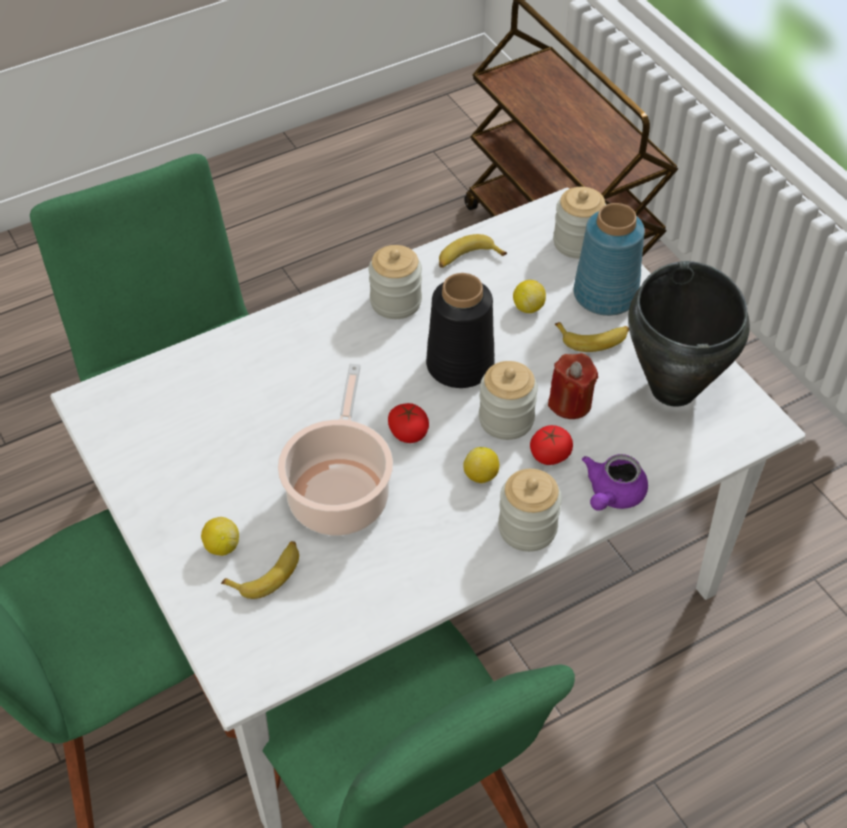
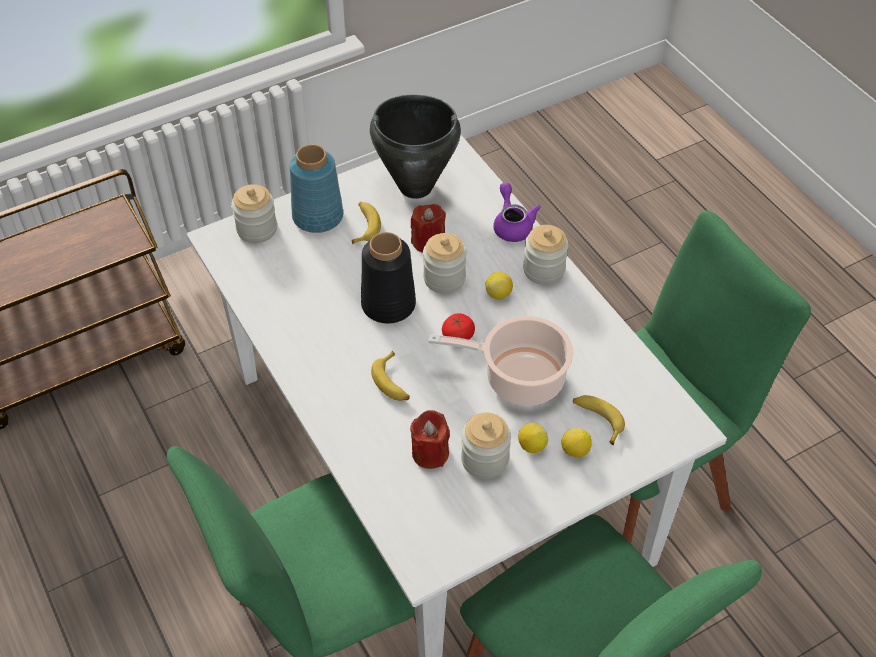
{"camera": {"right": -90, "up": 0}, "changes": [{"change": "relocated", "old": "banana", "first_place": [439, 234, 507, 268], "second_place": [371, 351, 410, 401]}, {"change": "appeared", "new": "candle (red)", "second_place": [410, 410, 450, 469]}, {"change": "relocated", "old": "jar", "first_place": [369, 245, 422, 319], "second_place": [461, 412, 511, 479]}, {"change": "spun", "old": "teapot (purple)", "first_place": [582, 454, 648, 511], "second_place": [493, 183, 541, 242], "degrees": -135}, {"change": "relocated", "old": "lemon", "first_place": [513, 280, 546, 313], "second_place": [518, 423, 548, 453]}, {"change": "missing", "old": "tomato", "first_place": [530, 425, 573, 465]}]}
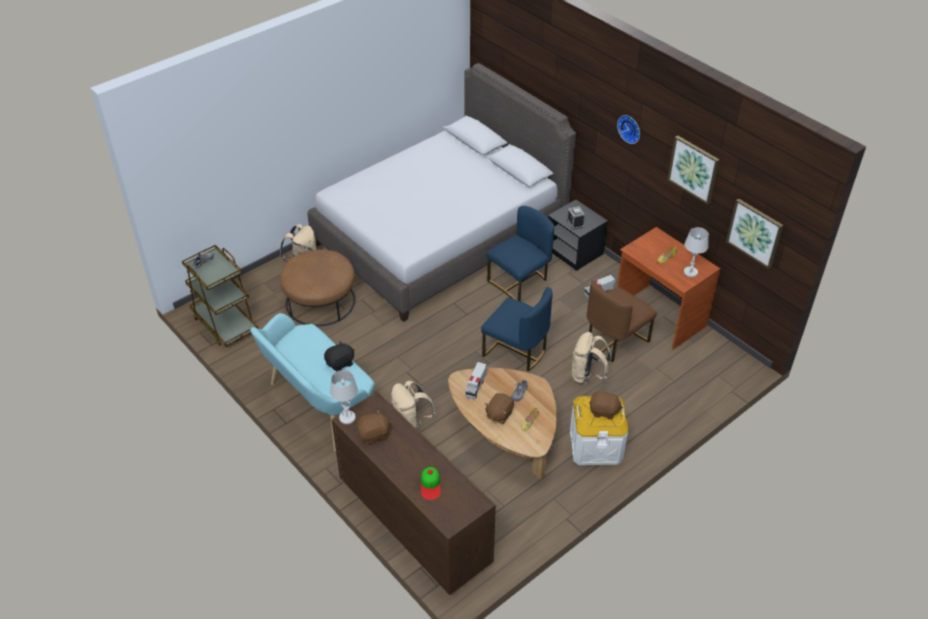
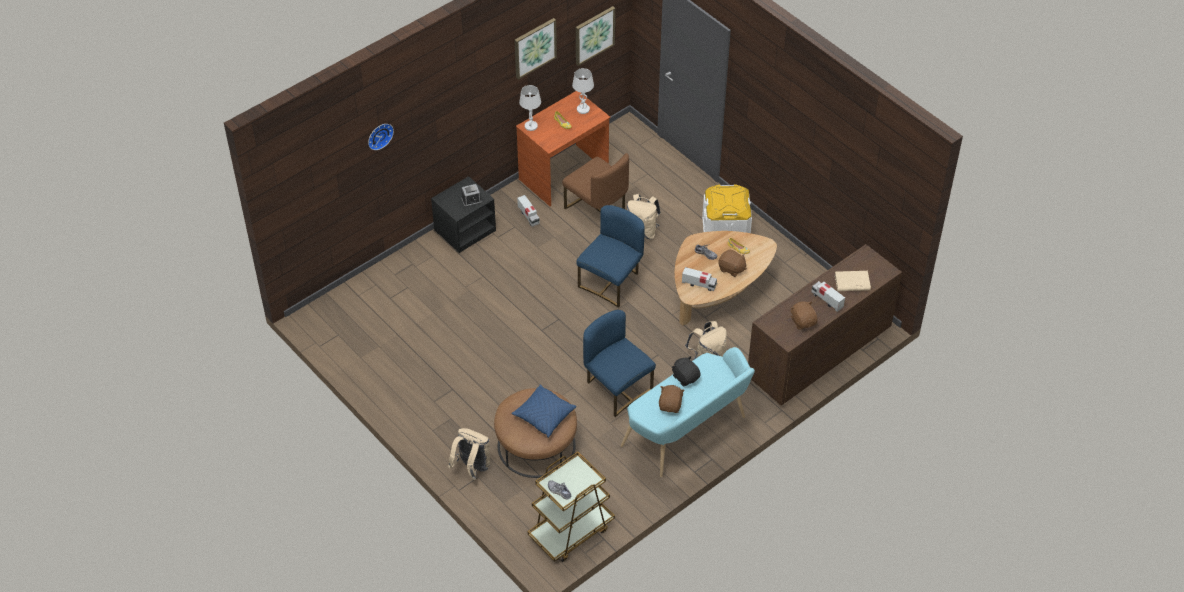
{"camera": {"right": -90, "up": 5}, "changes": [{"change": "relocated", "old": "wall clock", "first_place": [617, 115, 640, 144], "second_place": [368, 124, 394, 150]}, {"change": "appeared", "new": "pillow (blue)", "second_place": [511, 384, 576, 438]}, {"change": "relocated", "old": "table lamp (white)", "first_place": [330, 370, 358, 424], "second_place": [519, 85, 541, 131]}, {"change": "relocated", "old": "chair (blue)", "first_place": [487, 206, 554, 301], "second_place": [583, 310, 656, 417]}, {"change": "relocated", "old": "plush toy (brown)", "first_place": [589, 391, 623, 420], "second_place": [659, 385, 685, 413]}, {"change": "appeared", "new": "toy truck", "second_place": [812, 281, 845, 312]}, {"change": "exchanged", "old": "cap", "new": "book (beige)", "first_place": [421, 467, 441, 500], "second_place": [835, 271, 871, 291]}, {"change": "missing", "old": "bed (grey)", "first_place": [308, 63, 576, 322]}]}
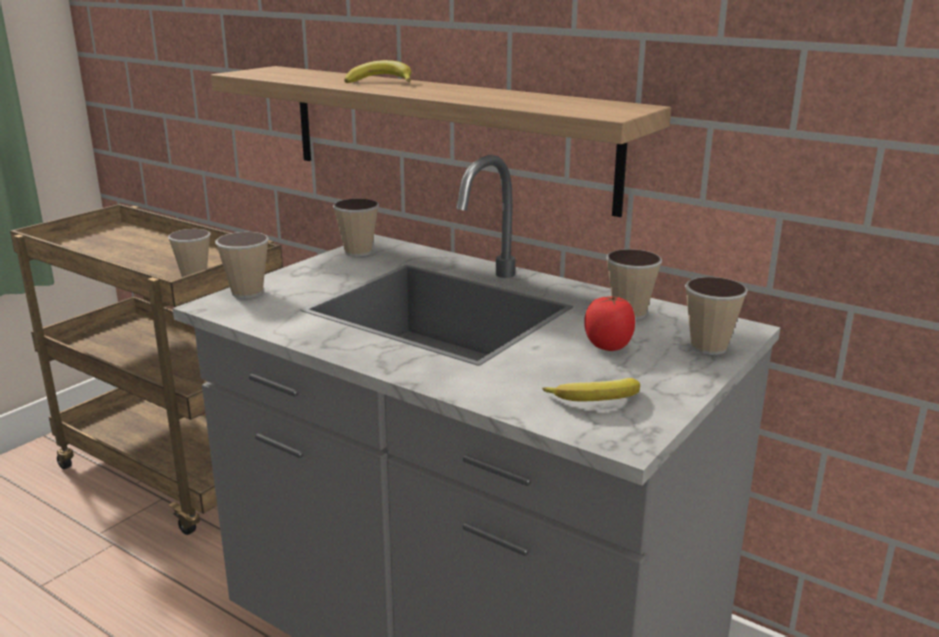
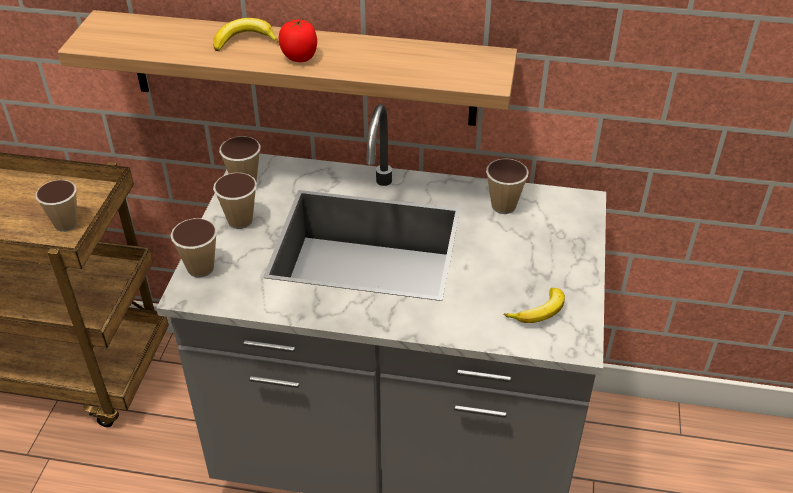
{"camera": {"right": -25, "up": 20}, "changes": [{"change": "relocated", "old": "cup", "first_place": [685, 277, 748, 355], "second_place": [213, 173, 257, 229]}, {"change": "relocated", "old": "tomato", "first_place": [584, 296, 635, 351], "second_place": [279, 19, 317, 62]}]}
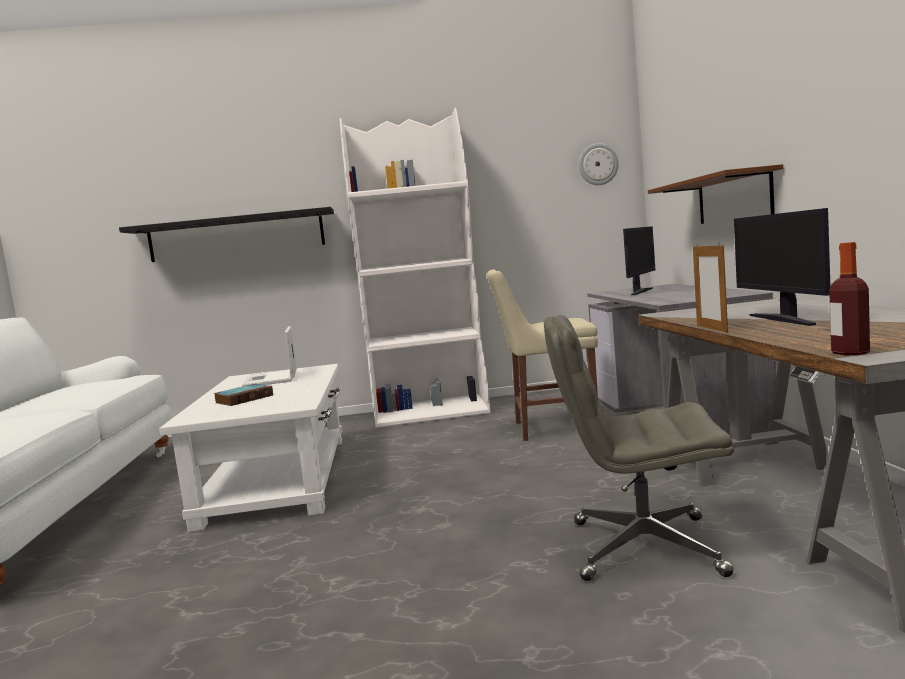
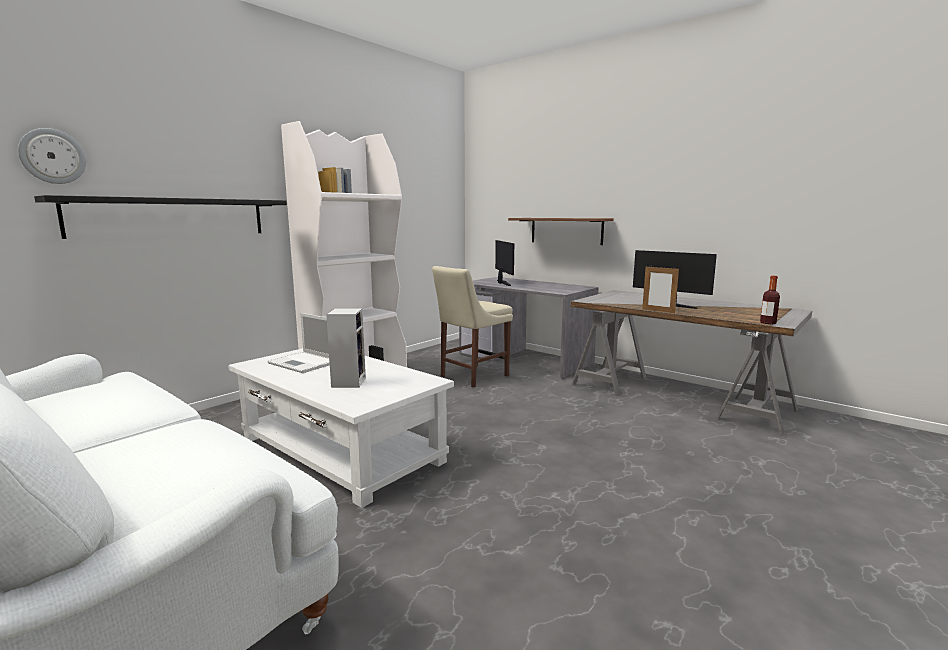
{"camera": {"right": -45, "up": 5}, "changes": [{"change": "relocated", "old": "wall clock", "first_place": [579, 143, 619, 185], "second_place": [18, 128, 86, 184]}, {"change": "exchanged", "old": "book", "new": "speaker", "first_place": [213, 384, 273, 406], "second_place": [326, 308, 366, 388]}, {"change": "missing", "old": "office chair (grey)", "first_place": [544, 315, 734, 581]}]}
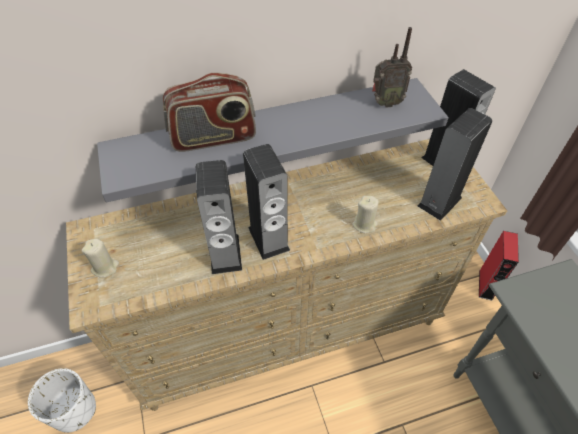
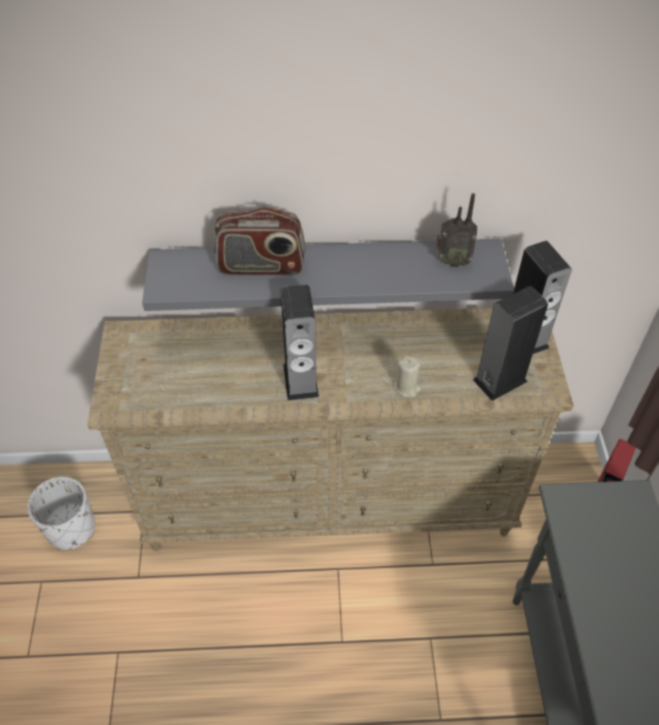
{"camera": {"right": 15, "up": 0}, "changes": [{"change": "missing", "old": "candle (beige)", "first_place": [82, 239, 119, 278]}, {"change": "missing", "old": "speaker", "first_place": [195, 160, 242, 274]}]}
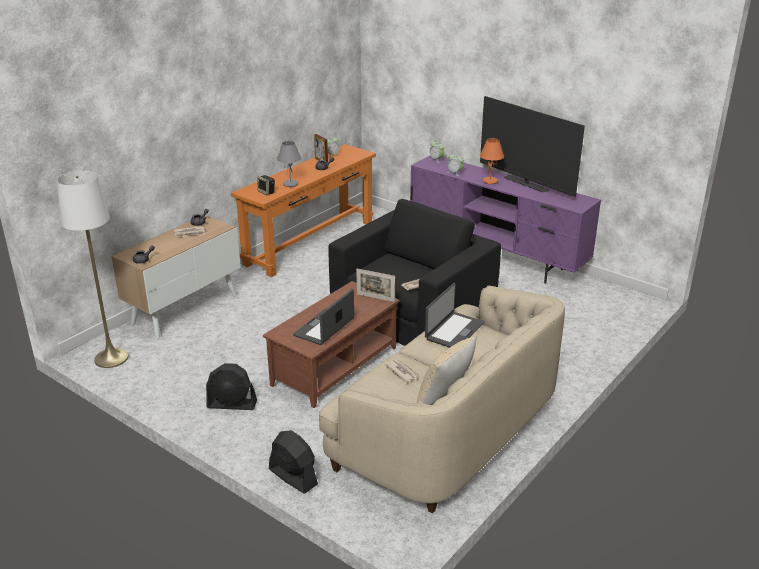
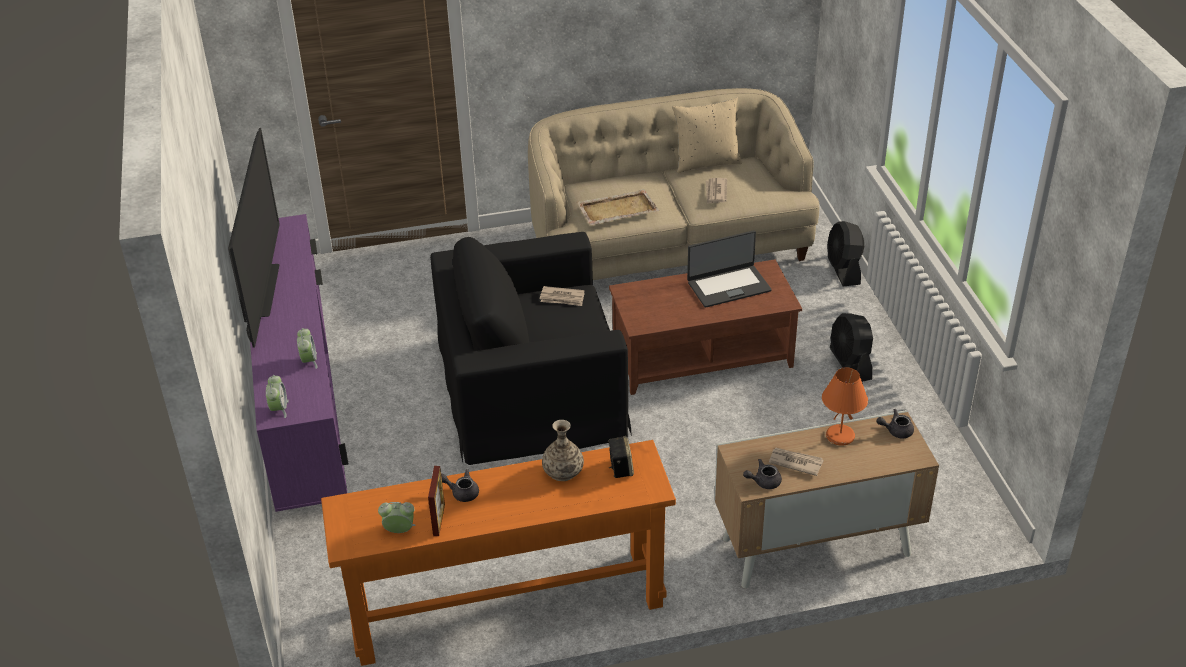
{"camera": {"right": -140, "up": 10}, "changes": [{"change": "exchanged", "old": "table lamp (grey)", "new": "vase", "first_place": [277, 141, 302, 187], "second_place": [542, 420, 584, 481]}, {"change": "exchanged", "old": "laptop", "new": "tray (beige)", "first_place": [425, 283, 484, 348], "second_place": [577, 189, 659, 225]}, {"change": "relocated", "old": "table lamp (orange)", "first_place": [480, 138, 504, 184], "second_place": [822, 367, 868, 446]}, {"change": "spun", "old": "fan (black)", "first_place": [206, 363, 257, 410], "second_place": [830, 313, 873, 382], "degrees": -150}, {"change": "missing", "old": "floor lamp (white)", "first_place": [57, 170, 129, 368]}, {"change": "missing", "old": "picture frame", "first_place": [356, 269, 395, 302]}]}
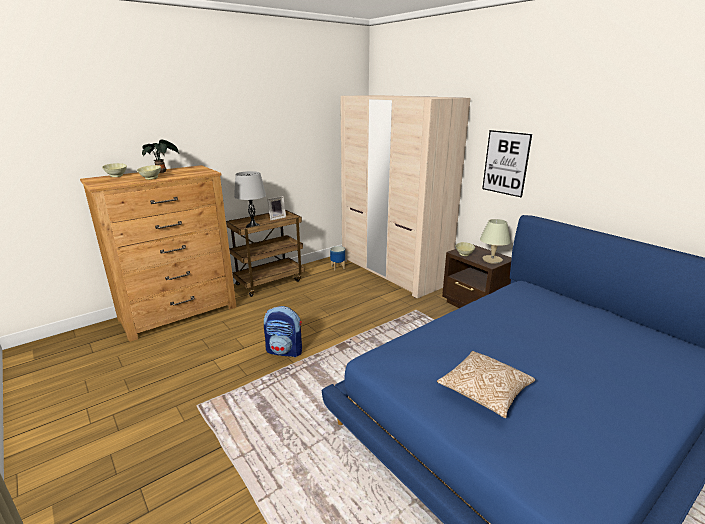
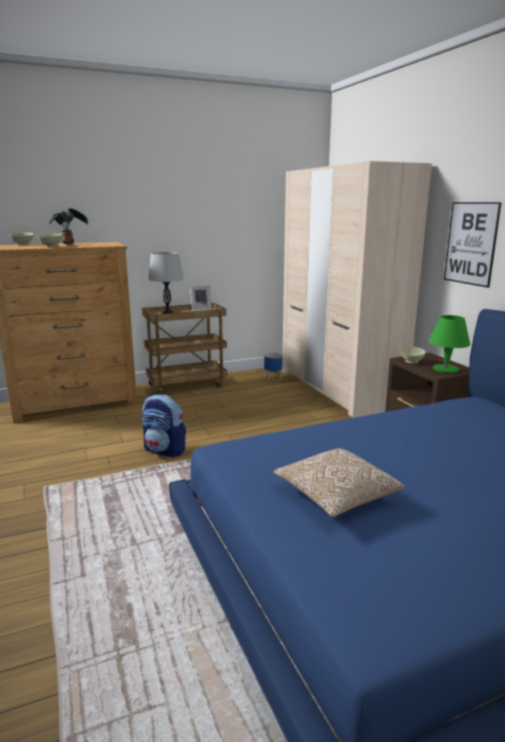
{"camera": {"right": 15, "up": -5}, "changes": [{"change": "colour", "old": "table lamp (beige)", "new": "table lamp (green)", "first_place": [480, 219, 511, 264], "second_place": [429, 315, 470, 374]}]}
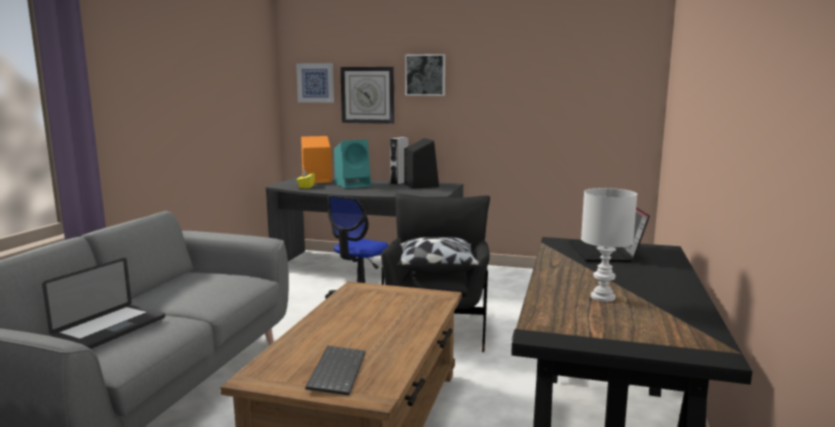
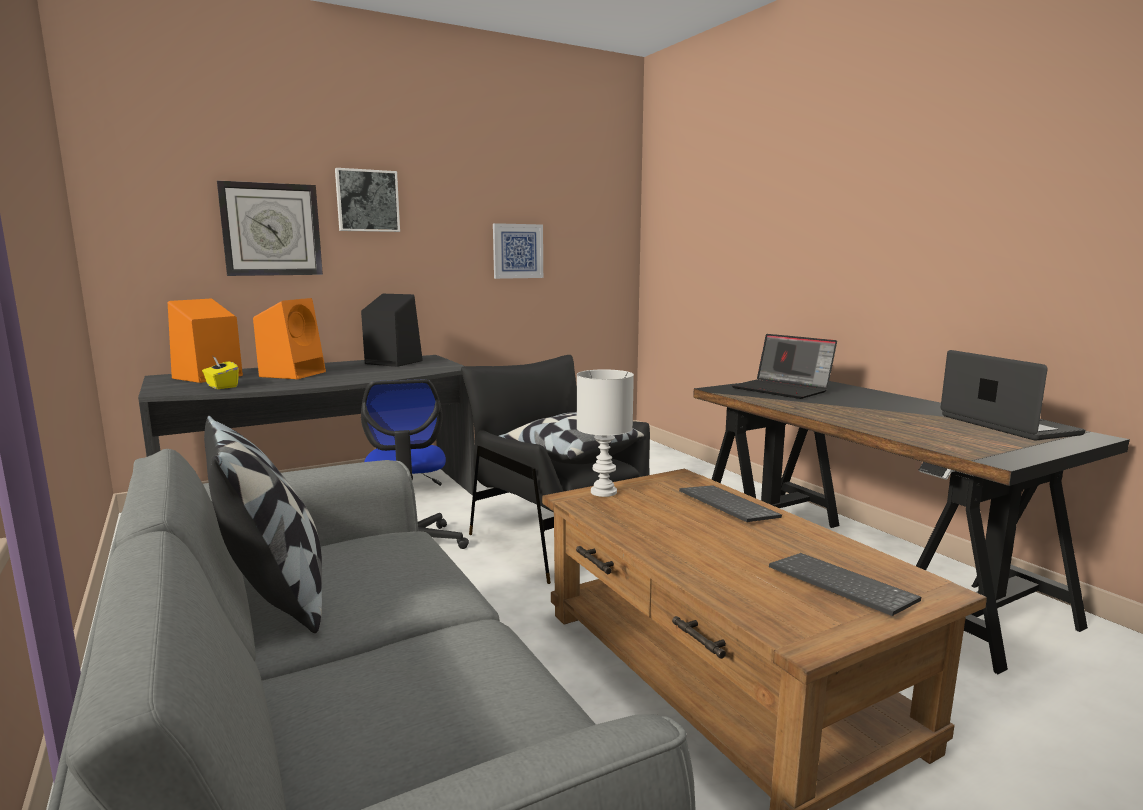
{"camera": {"right": -45, "up": 0}, "changes": [{"change": "appeared", "new": "pillow", "second_place": [204, 415, 322, 633]}, {"change": "colour", "old": "speaker (turquoise)", "new": "speaker (orange)", "first_place": [334, 139, 371, 189], "second_place": [253, 298, 326, 379]}, {"change": "relocated", "old": "picture", "first_place": [296, 63, 334, 103], "second_place": [493, 223, 543, 279]}, {"change": "relocated", "old": "table lamp (white)", "first_place": [581, 188, 637, 302], "second_place": [577, 369, 634, 497]}, {"change": "appeared", "new": "keyboard", "second_place": [679, 485, 782, 522]}, {"change": "relocated", "old": "laptop", "first_place": [42, 258, 165, 349], "second_place": [941, 350, 1085, 440]}, {"change": "missing", "old": "speaker (grey)", "first_place": [390, 137, 408, 185]}]}
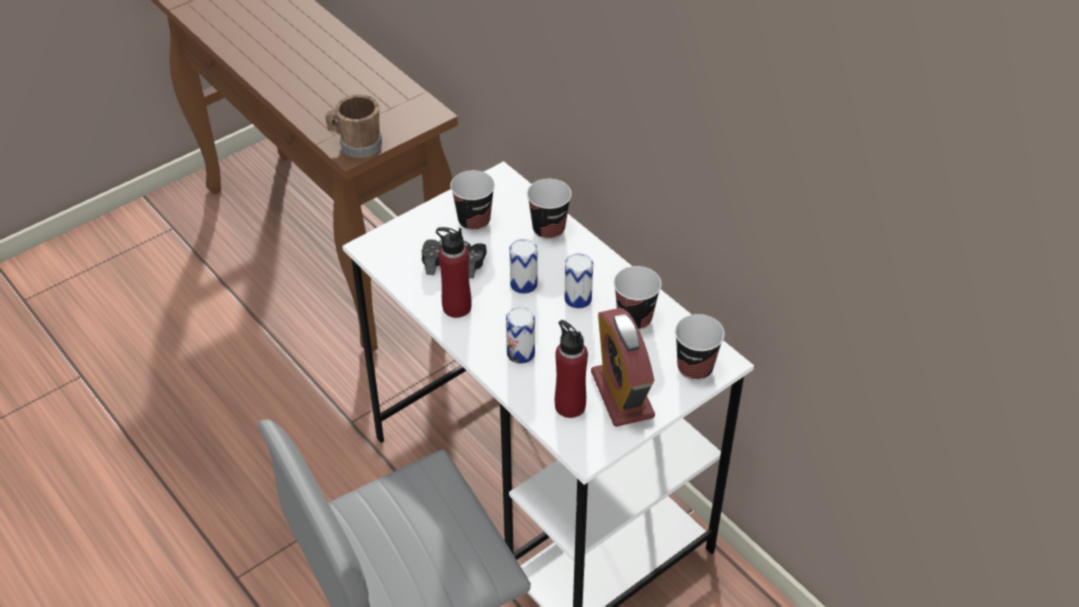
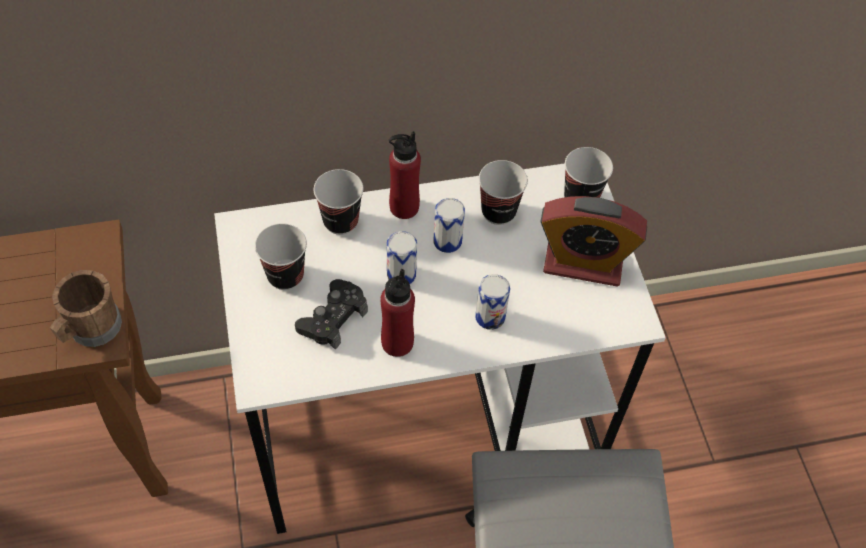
{"camera": {"right": -65, "up": 10}, "changes": [{"change": "relocated", "old": "bottle (red)", "first_place": [555, 320, 588, 418], "second_place": [389, 131, 421, 219]}]}
